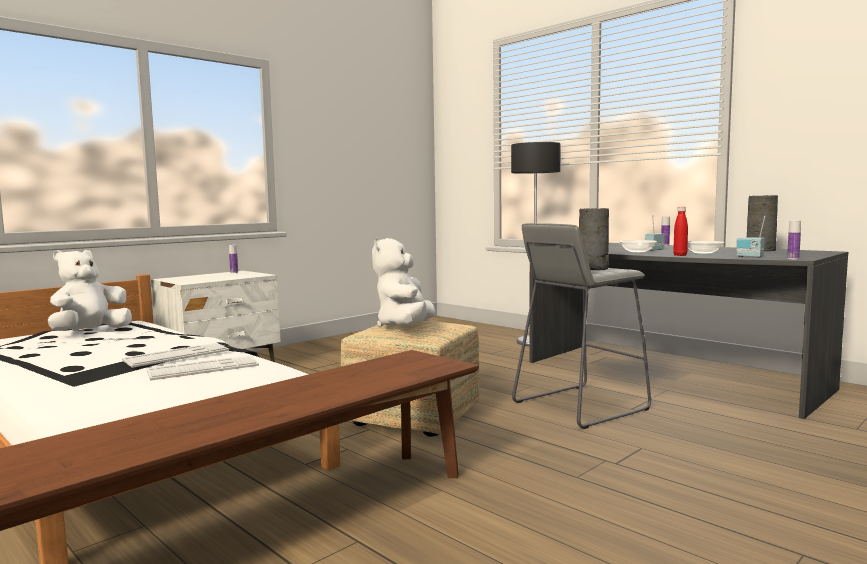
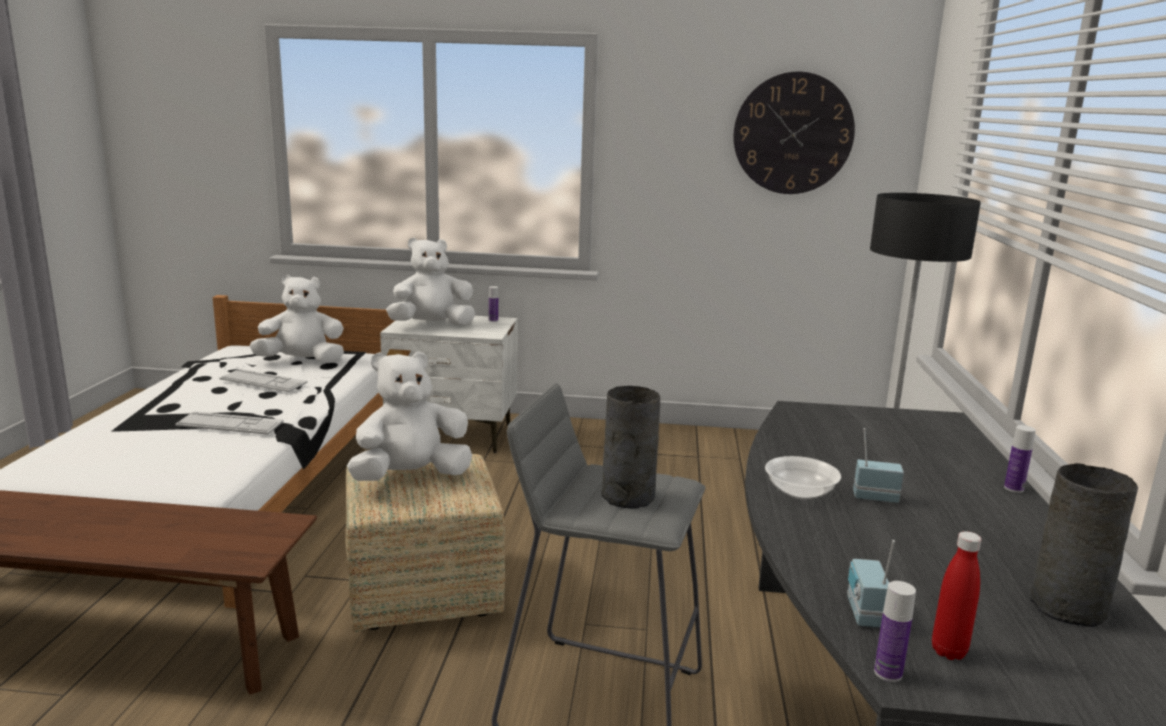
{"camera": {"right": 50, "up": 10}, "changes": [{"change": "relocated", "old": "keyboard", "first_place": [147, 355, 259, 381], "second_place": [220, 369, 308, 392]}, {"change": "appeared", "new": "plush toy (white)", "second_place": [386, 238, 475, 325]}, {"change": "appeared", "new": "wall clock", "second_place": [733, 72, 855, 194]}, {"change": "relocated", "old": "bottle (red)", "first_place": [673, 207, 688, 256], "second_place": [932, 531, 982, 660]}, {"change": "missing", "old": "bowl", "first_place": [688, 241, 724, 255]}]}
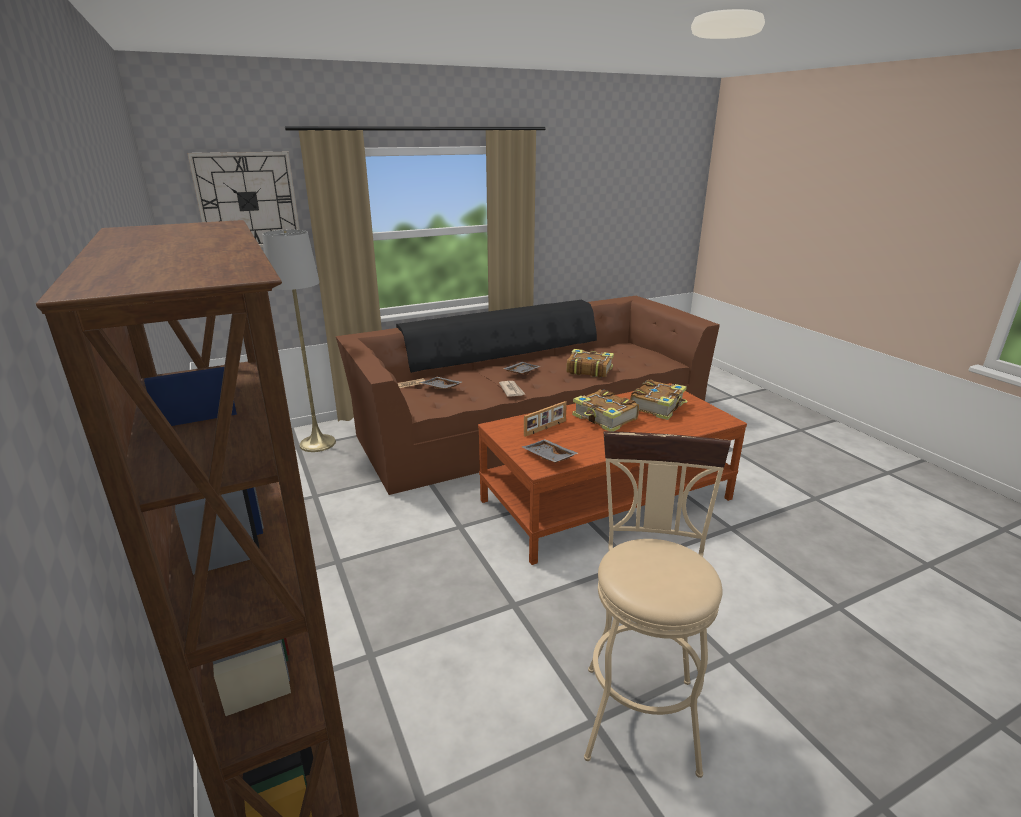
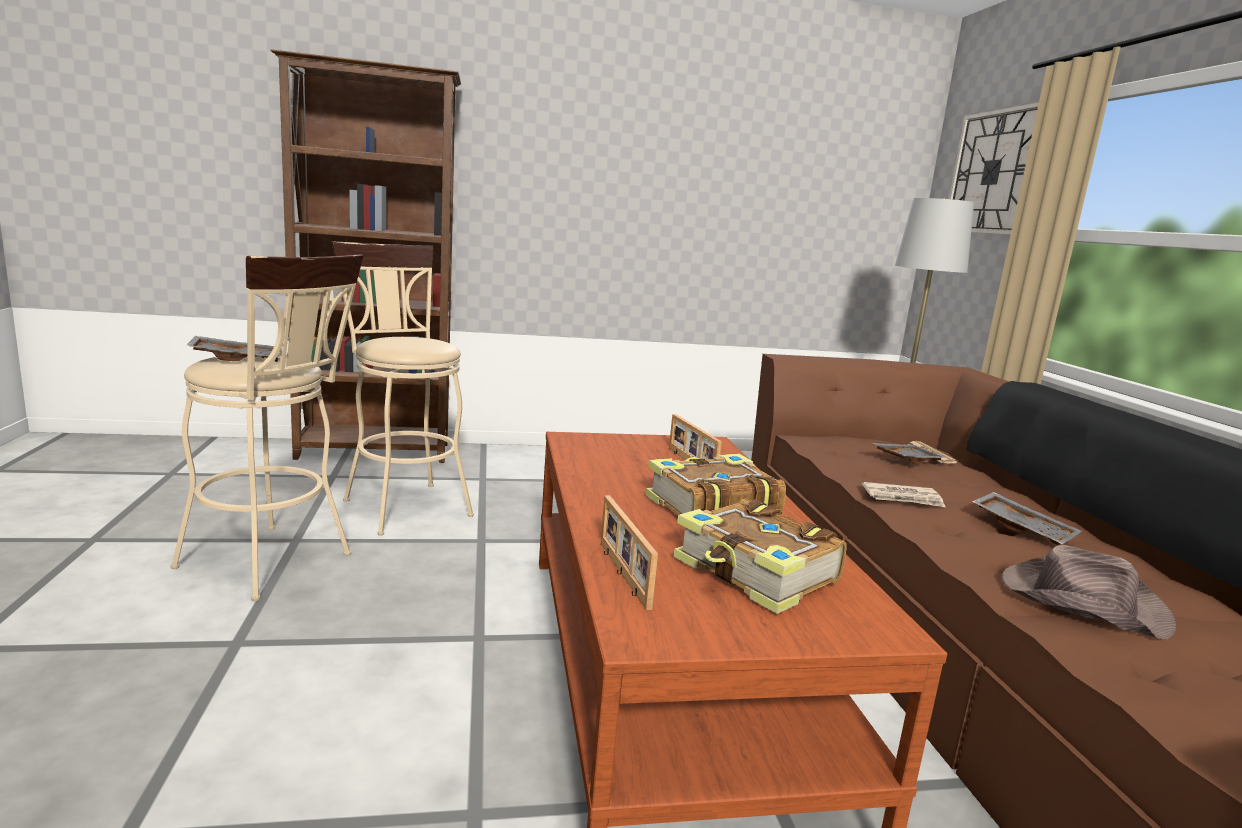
{"camera": {"right": 105, "up": -10}, "changes": [{"change": "relocated", "old": "tray (grey)", "first_place": [522, 439, 578, 463], "second_place": [186, 336, 280, 362]}, {"change": "appeared", "new": "stool (beige)", "second_place": [331, 241, 474, 536]}, {"change": "appeared", "new": "picture frame", "second_place": [601, 495, 658, 610]}, {"change": "exchanged", "old": "book", "new": "hat (brown)", "first_place": [567, 349, 614, 378], "second_place": [1001, 545, 1176, 639]}]}
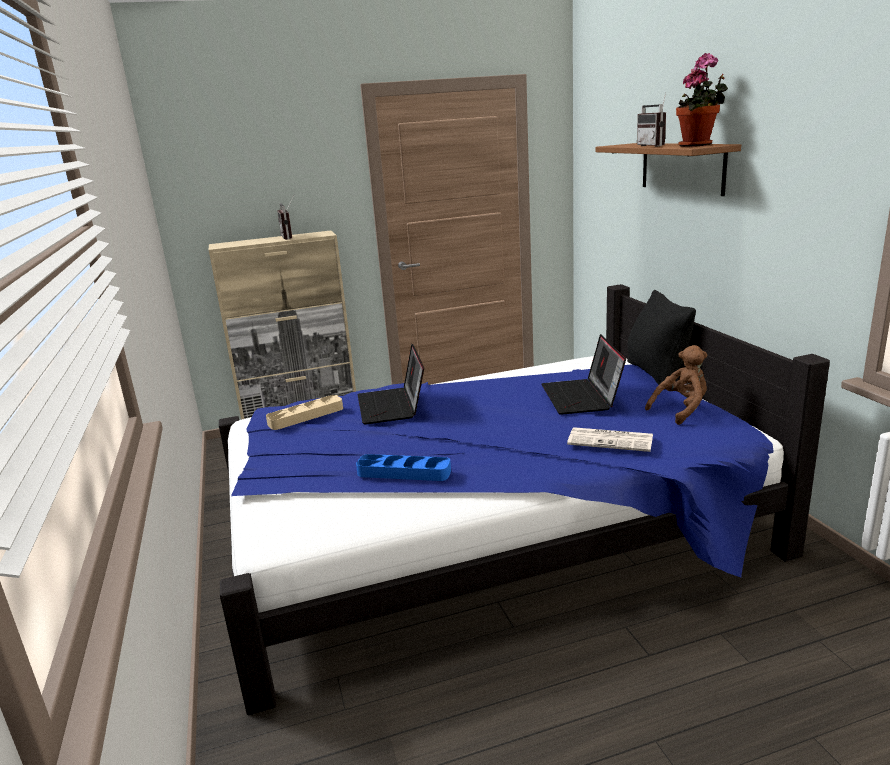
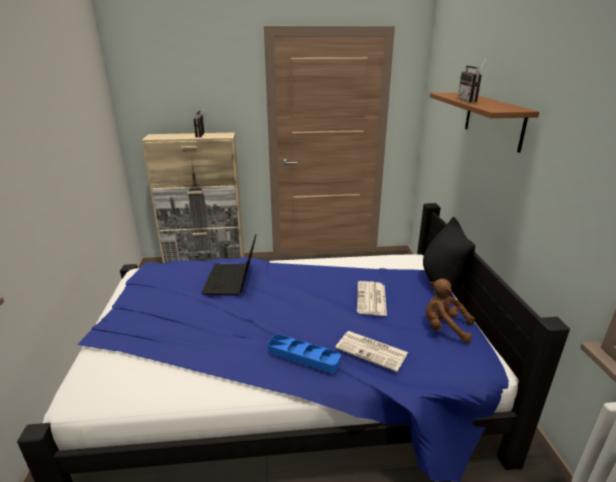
{"camera": {"right": 10, "up": 5}, "changes": [{"change": "relocated", "old": "tray (blue)", "first_place": [356, 454, 451, 481], "second_place": [268, 334, 341, 373]}, {"change": "exchanged", "old": "laptop", "new": "newspaper", "first_place": [542, 334, 626, 415], "second_place": [357, 281, 387, 316]}, {"change": "spun", "old": "plush toy (brown)", "first_place": [645, 345, 707, 425], "second_place": [426, 279, 475, 343], "degrees": -135}, {"change": "missing", "old": "tray (beige)", "first_place": [266, 395, 343, 430]}, {"change": "missing", "old": "potted plant", "first_place": [676, 53, 728, 147]}]}
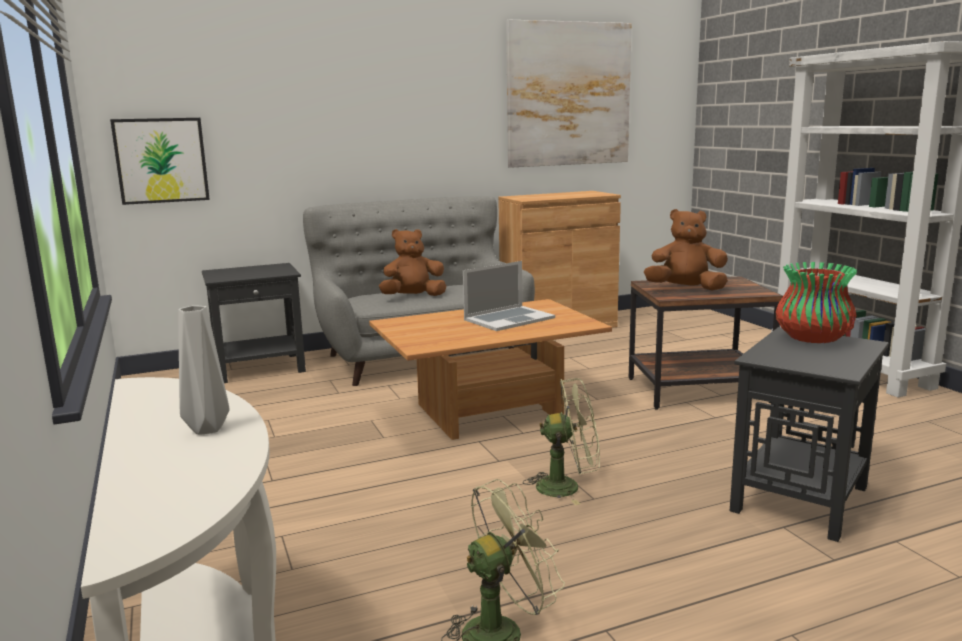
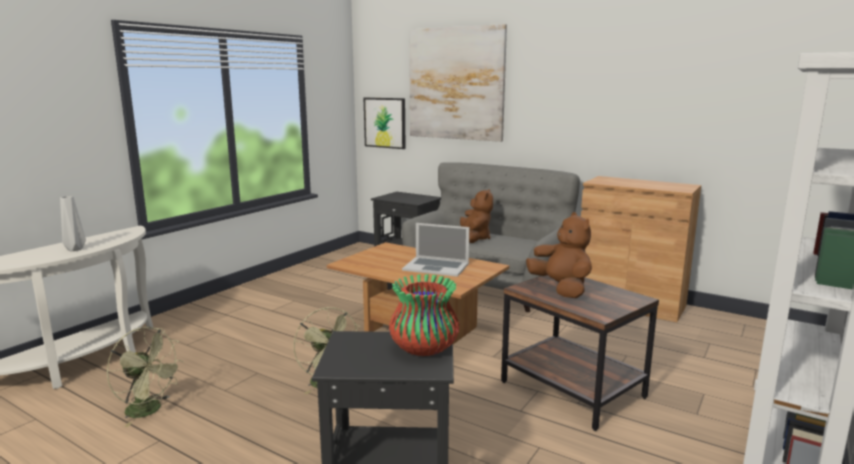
{"camera": {"right": 55, "up": 0}, "changes": [{"change": "relocated", "old": "picture", "first_place": [506, 20, 632, 168], "second_place": [409, 24, 507, 142]}, {"change": "spun", "old": "plush toy (brown)", "first_place": [379, 229, 447, 296], "second_place": [460, 189, 493, 243], "degrees": 60}]}
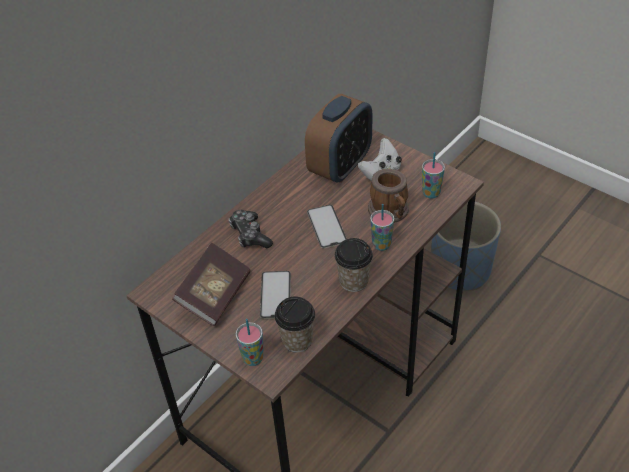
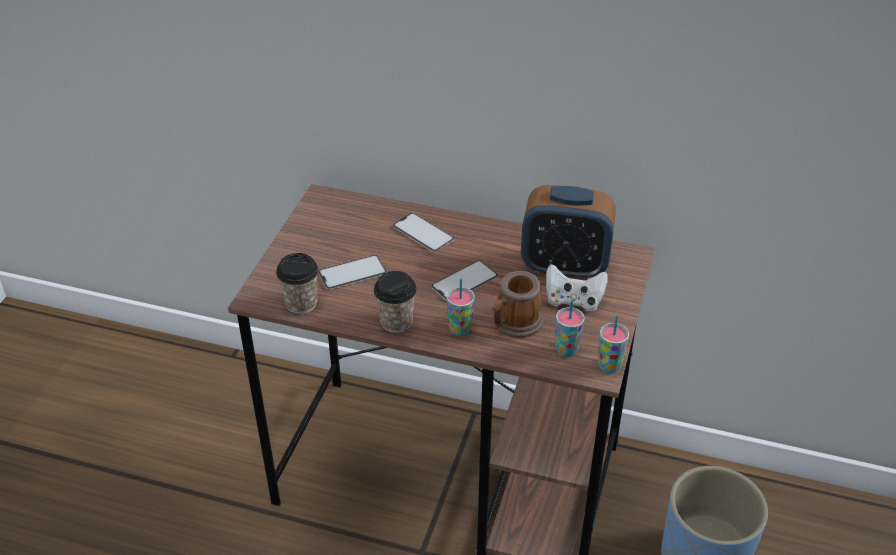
{"camera": {"right": 65, "up": -5}, "changes": [{"change": "exchanged", "old": "game controller", "new": "phone", "first_place": [229, 210, 273, 248], "second_place": [393, 213, 454, 252]}, {"change": "relocated", "old": "cup", "first_place": [236, 319, 264, 366], "second_place": [598, 315, 629, 373]}, {"change": "missing", "old": "book", "first_place": [172, 242, 250, 326]}]}
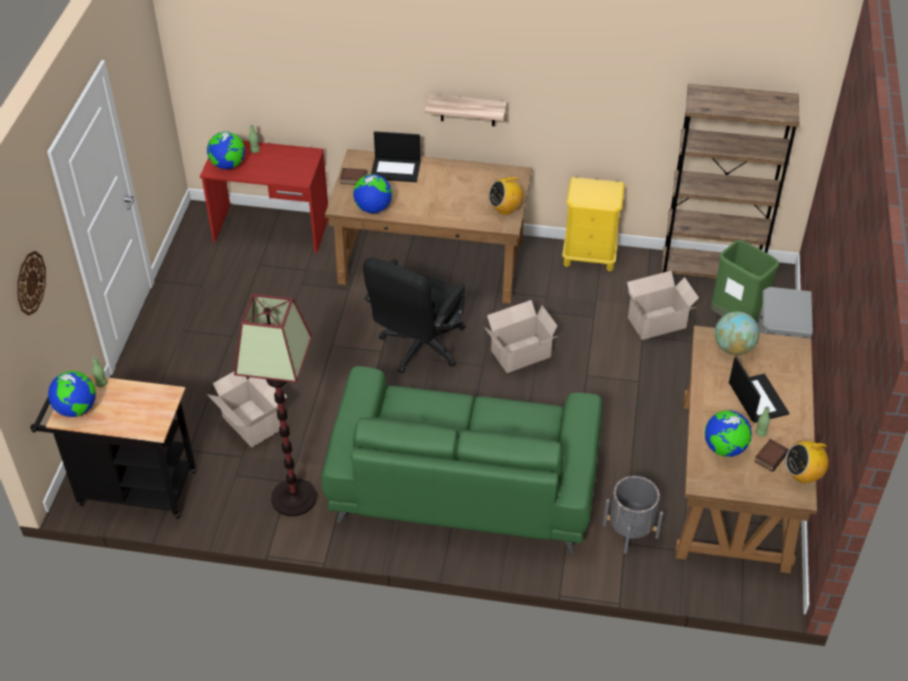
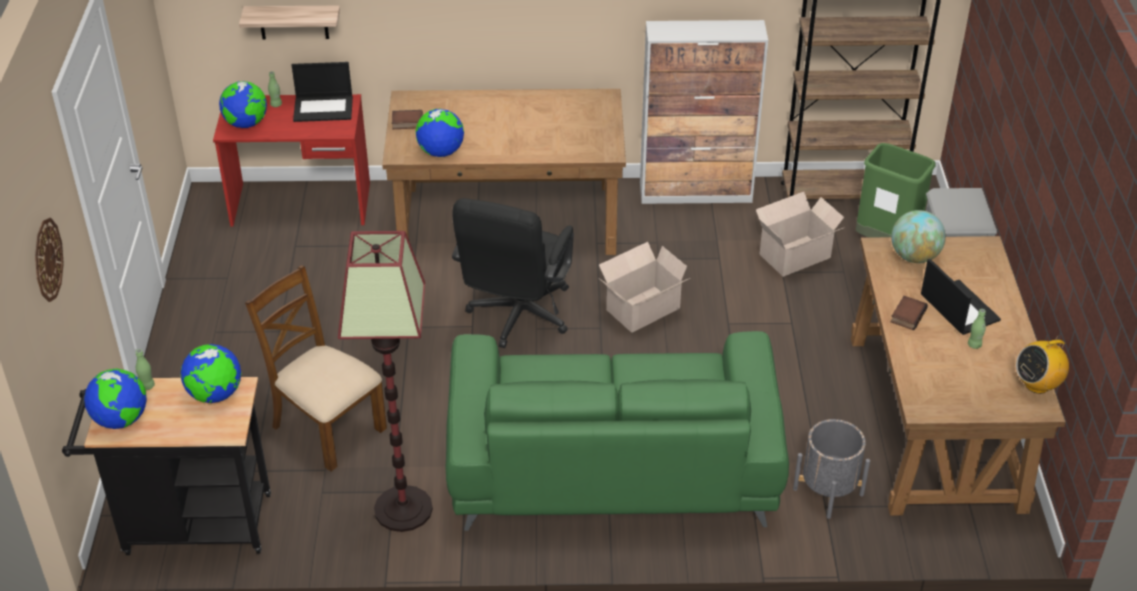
{"camera": {"right": -10, "up": -5}, "changes": [{"change": "relocated", "old": "globe", "first_place": [705, 410, 752, 457], "second_place": [181, 344, 241, 403]}, {"change": "relocated", "old": "shelf", "first_place": [425, 94, 507, 126], "second_place": [239, 6, 340, 39]}, {"change": "exchanged", "old": "cardboard box", "new": "chair (brown)", "first_place": [207, 372, 287, 448], "second_place": [245, 265, 387, 471]}, {"change": "relocated", "old": "laptop", "first_place": [371, 131, 421, 182], "second_place": [292, 62, 353, 122]}, {"change": "exchanged", "old": "nightstand (yellow)", "new": "cabinet", "first_place": [562, 177, 625, 272], "second_place": [640, 20, 768, 204]}, {"change": "relocated", "old": "book", "first_place": [754, 439, 789, 472], "second_place": [891, 296, 928, 330]}, {"change": "missing", "old": "radio", "first_place": [488, 174, 523, 215]}]}
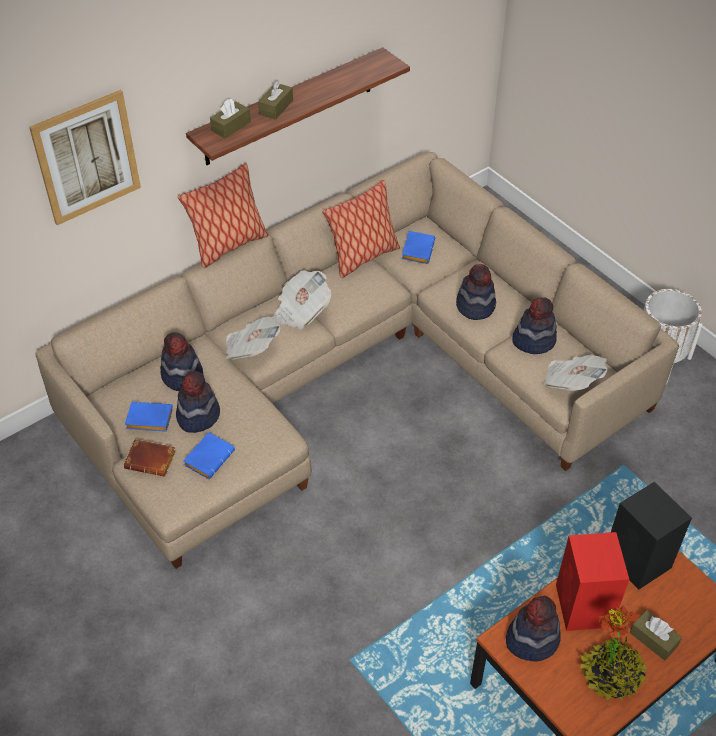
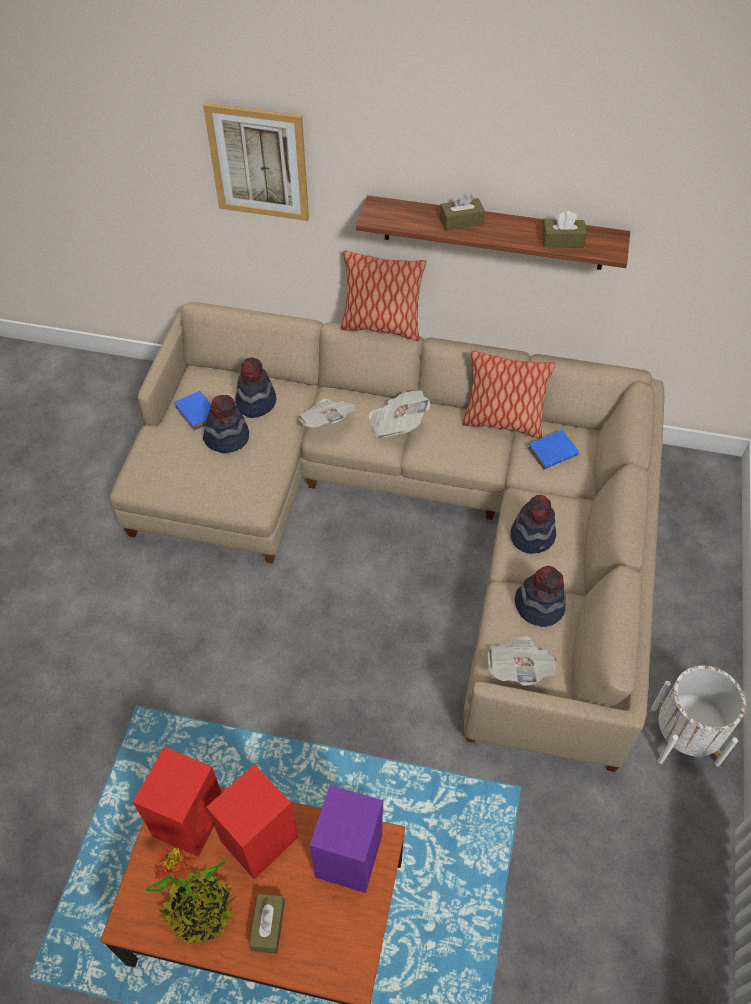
{"camera": {"right": 50, "up": 5}, "changes": [{"change": "exchanged", "old": "hat", "new": "speaker (red)", "first_place": [506, 596, 561, 661], "second_place": [133, 747, 222, 857]}, {"change": "colour", "old": "speaker (black)", "new": "speaker (purple)", "first_place": [611, 482, 692, 590], "second_place": [310, 785, 383, 893]}, {"change": "relocated", "old": "tissue box (brown)", "first_place": [210, 99, 251, 139], "second_place": [542, 211, 587, 248]}, {"change": "missing", "old": "book (brown)", "first_place": [124, 439, 176, 477]}, {"change": "missing", "old": "book (blue)", "first_place": [183, 432, 235, 479]}]}
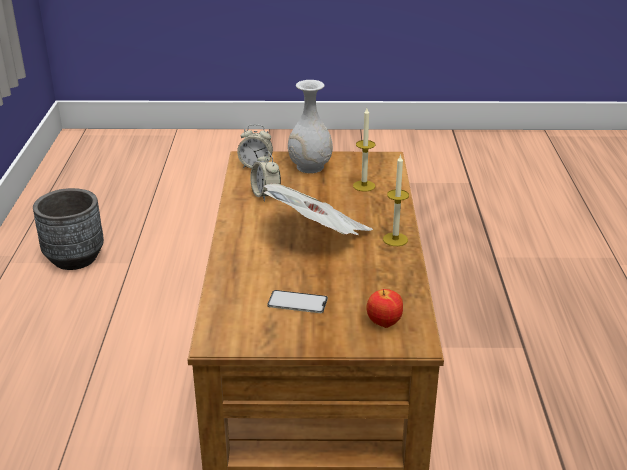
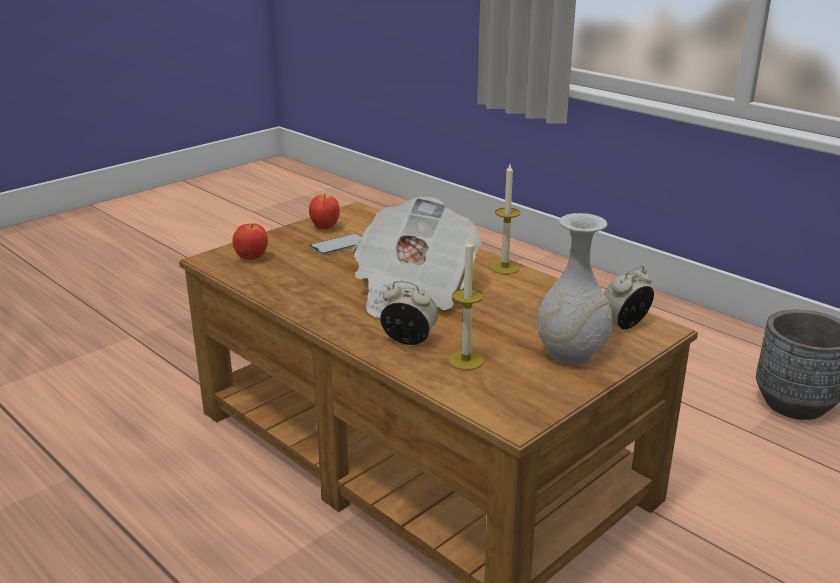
{"camera": {"right": 135, "up": -5}, "changes": [{"change": "appeared", "new": "apple", "second_place": [309, 195, 340, 229]}, {"change": "relocated", "old": "alarm clock", "first_place": [250, 151, 281, 202], "second_place": [380, 281, 438, 345]}, {"change": "relocated", "old": "candle", "first_place": [383, 154, 409, 246], "second_place": [491, 164, 520, 274]}]}
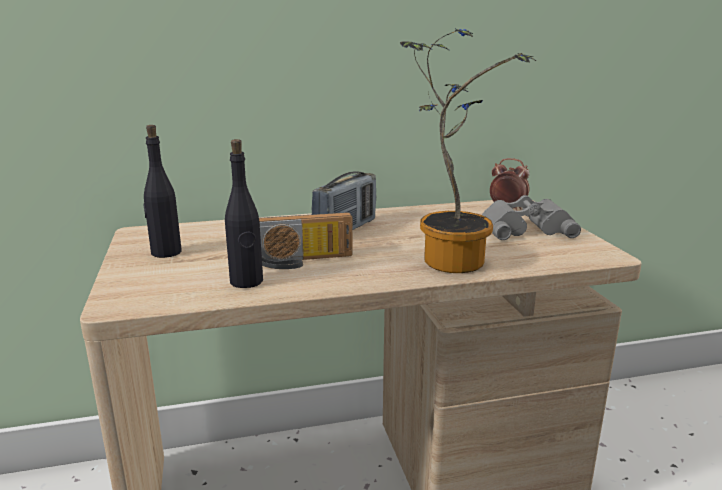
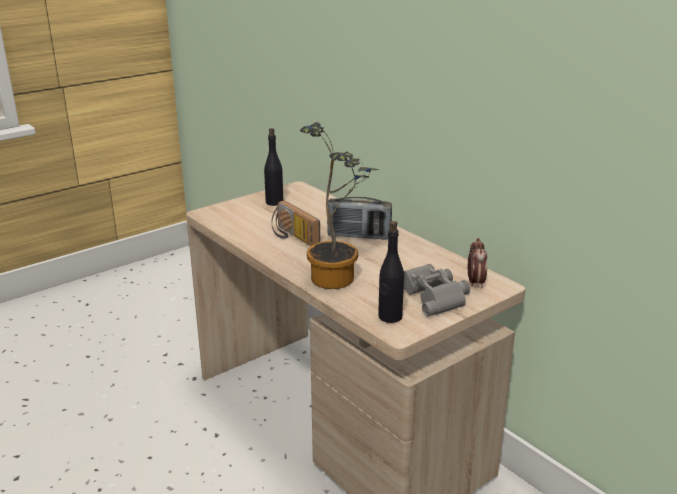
{"camera": {"right": 65, "up": 5}, "changes": [{"change": "relocated", "old": "bottle (black)", "first_place": [225, 139, 263, 288], "second_place": [378, 221, 404, 323]}]}
